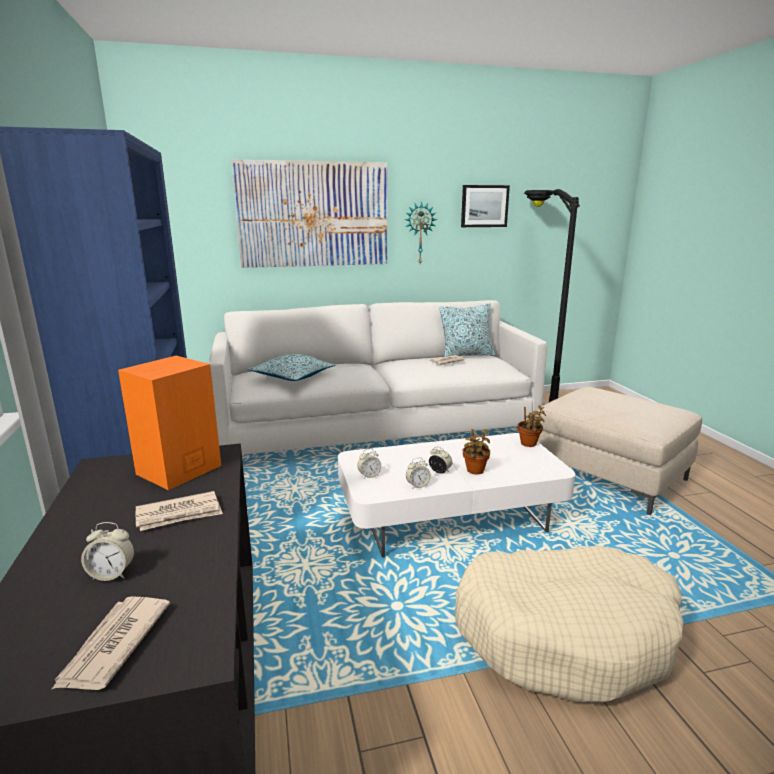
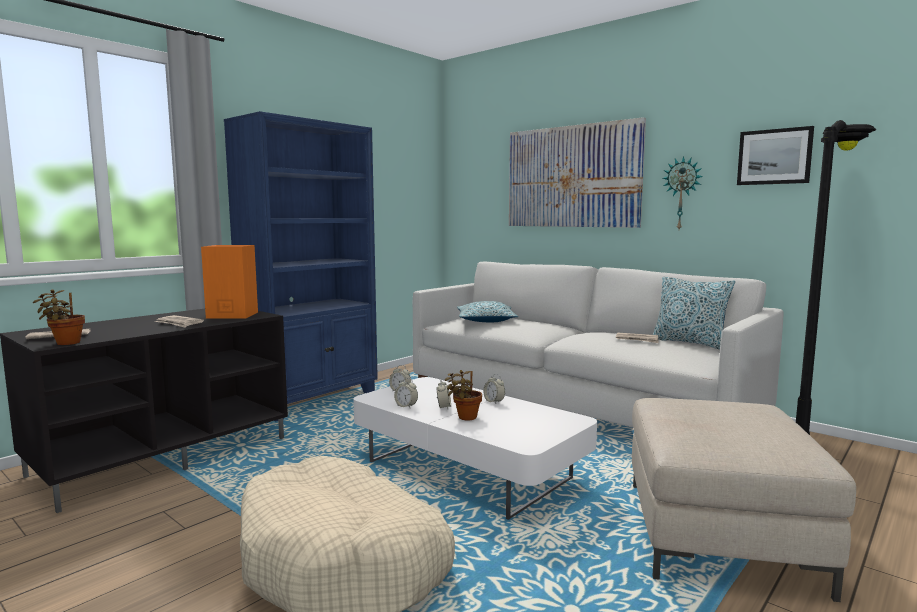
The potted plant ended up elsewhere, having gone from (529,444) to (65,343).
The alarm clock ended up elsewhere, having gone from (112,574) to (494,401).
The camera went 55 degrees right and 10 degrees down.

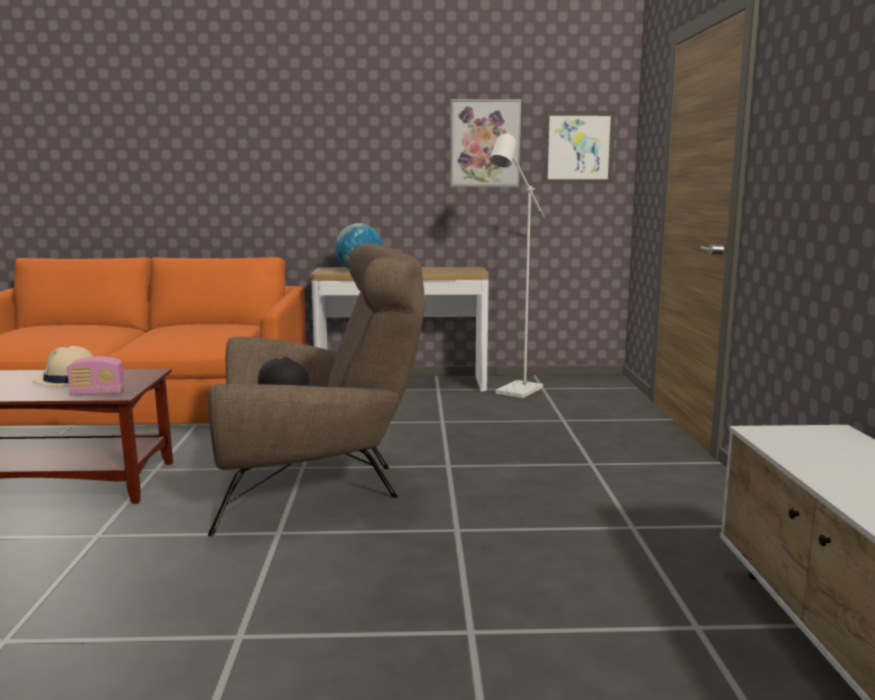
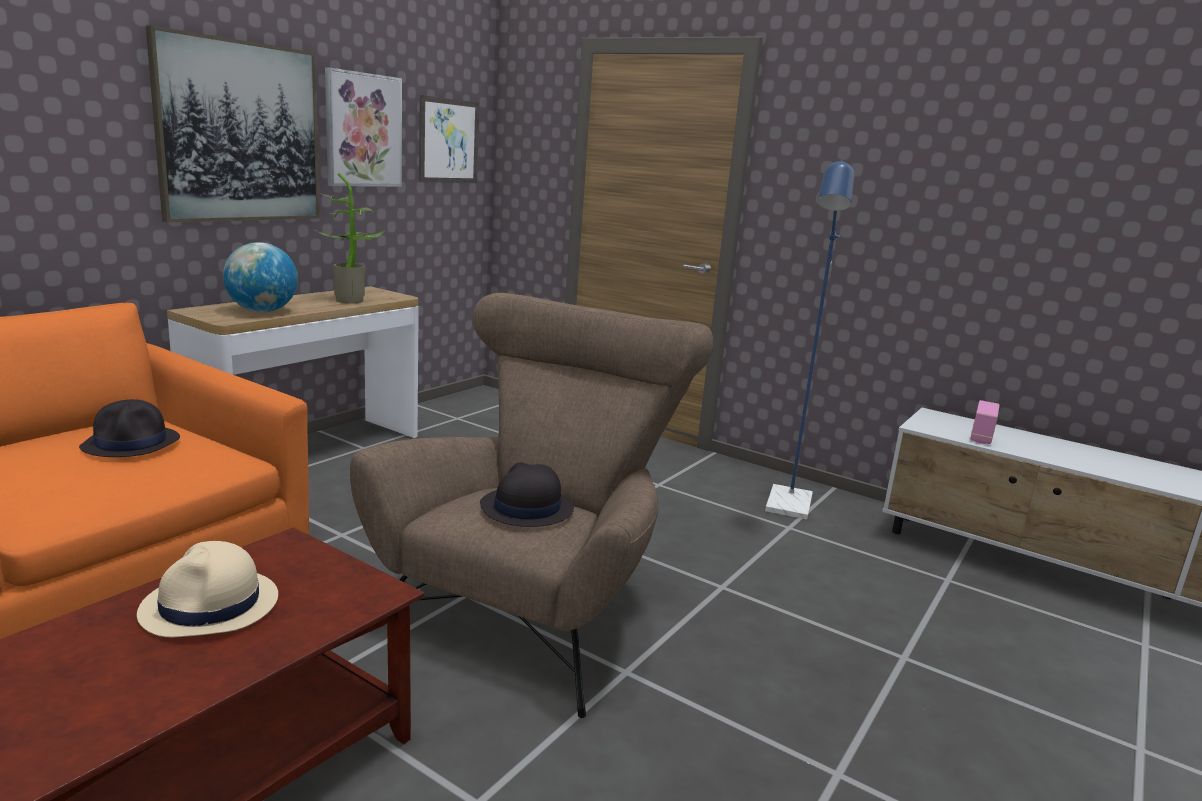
The second view lost the floor lamp/white at (515,392).
The radio ended up elsewhere, having gone from (98,394) to (981,437).
The second view gained the picture at (240,132).
The second view gained the floor lamp/blue at (788,508).
The second view gained the potted plant at (352,300).
The second view gained the hat/black at (132,443).
The camera went 55 degrees left and 5 degrees up.

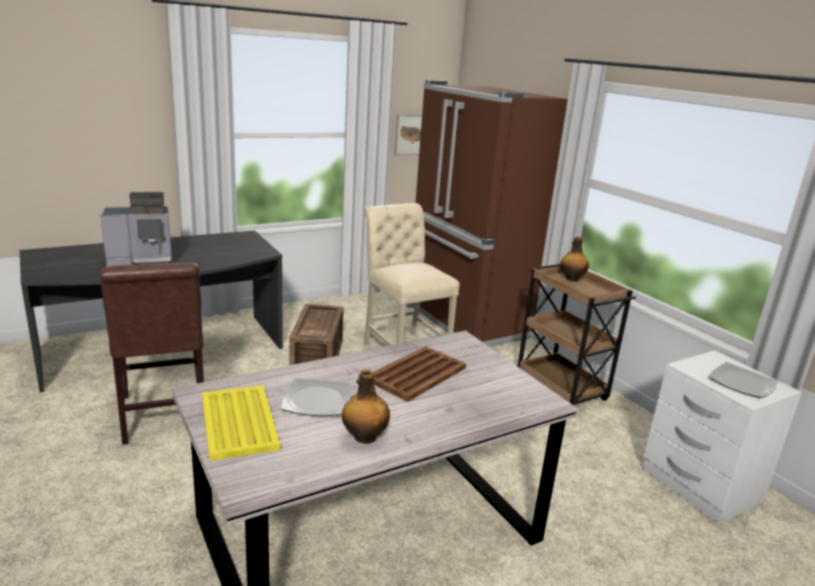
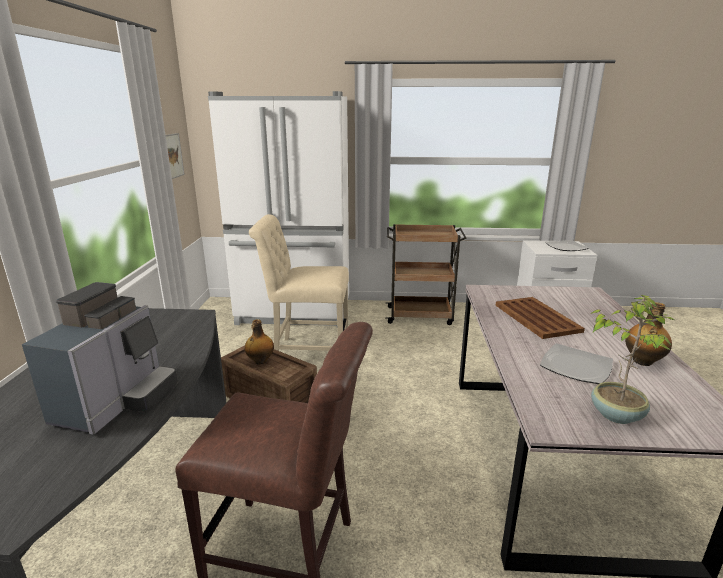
What was the fridge/brown at (464,322) turned into the fridge/white at (294,313).
The bottle ended up elsewhere, having gone from (571,279) to (260,361).
Where the tray/yellow stood at (238,423), the potted plant came to stand at (616,414).
The camera went 55 degrees left and 0 degrees up.

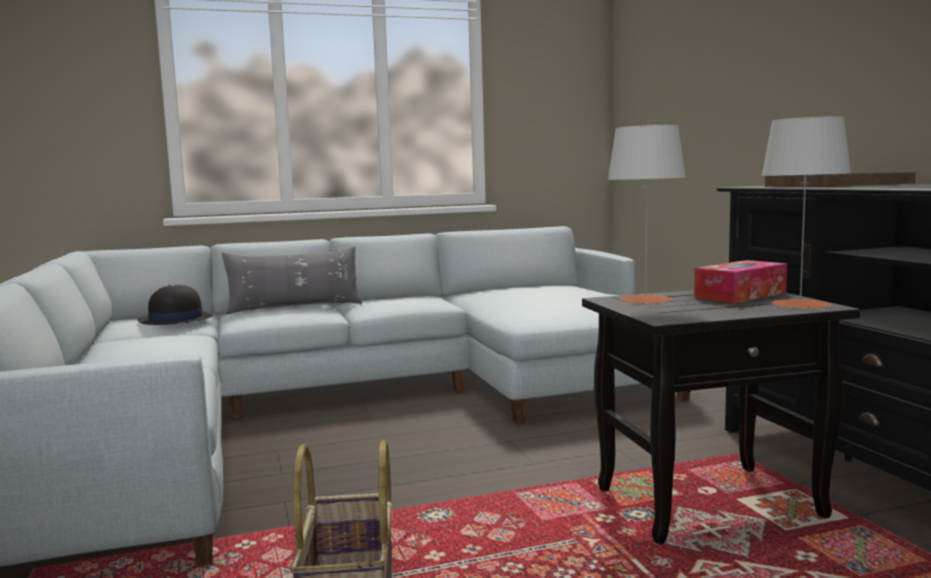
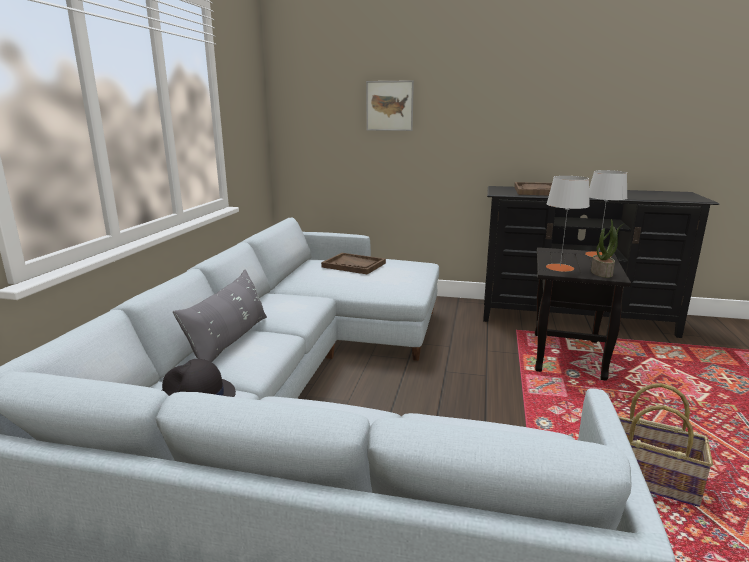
The second view lost the tissue box at (740,295).
The second view gained the picture at (389,106).
The second view gained the potted plant at (602,273).
The second view gained the tray/brown at (354,265).
The camera went 60 degrees left and 10 degrees up.

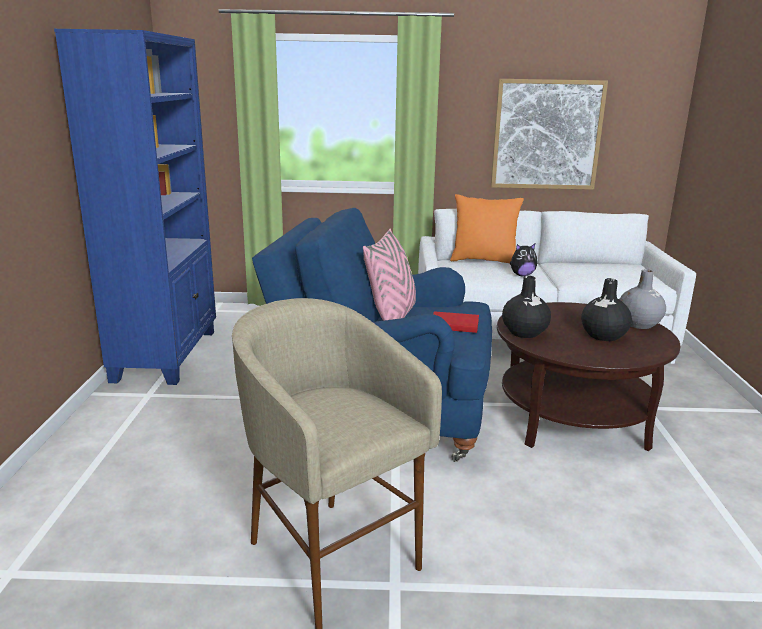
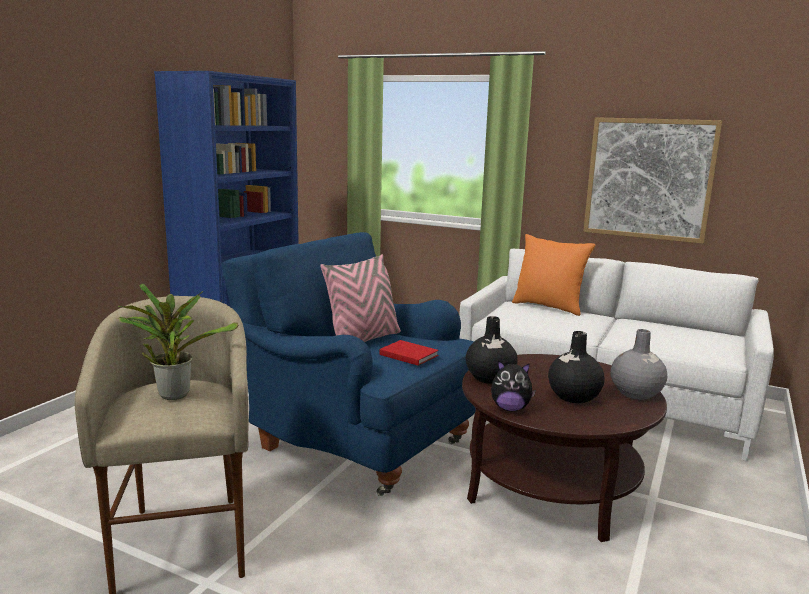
The plush toy ended up elsewhere, having gone from (522,275) to (510,408).
The second view gained the potted plant at (172,393).
The camera went 25 degrees right and 5 degrees down.

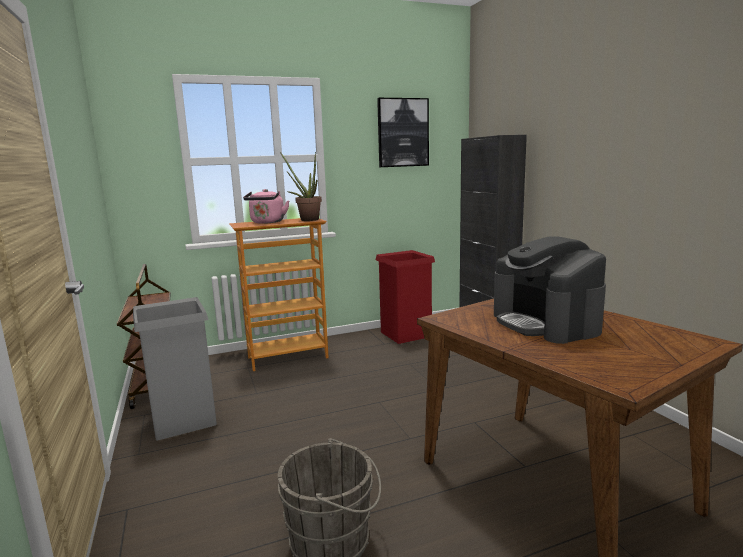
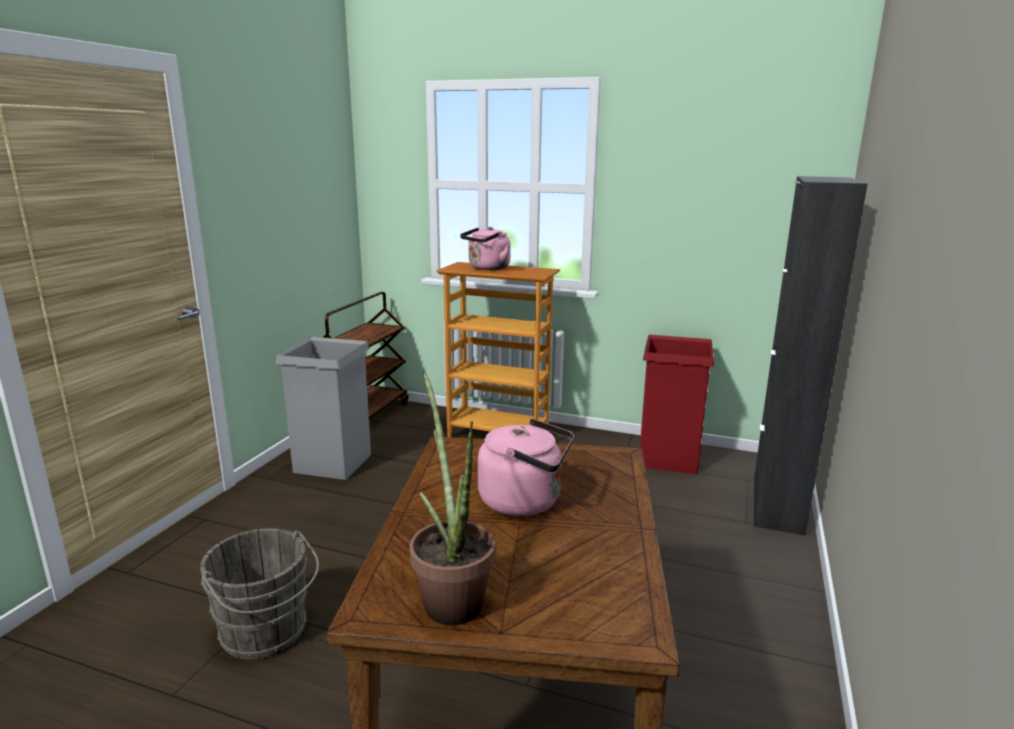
The second view lost the picture at (403,132).
The potted plant ended up elsewhere, having gone from (306,219) to (450,597).
Where the coffee machine stood at (545,323), the kettle/pink came to stand at (525,501).
The camera went 40 degrees right and 5 degrees up.

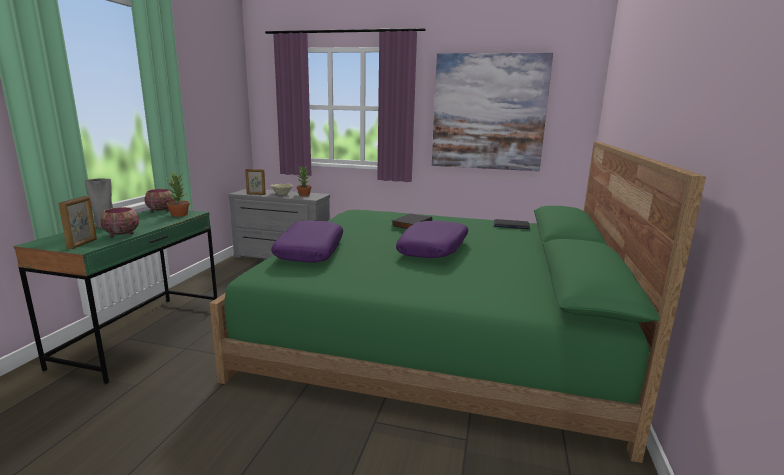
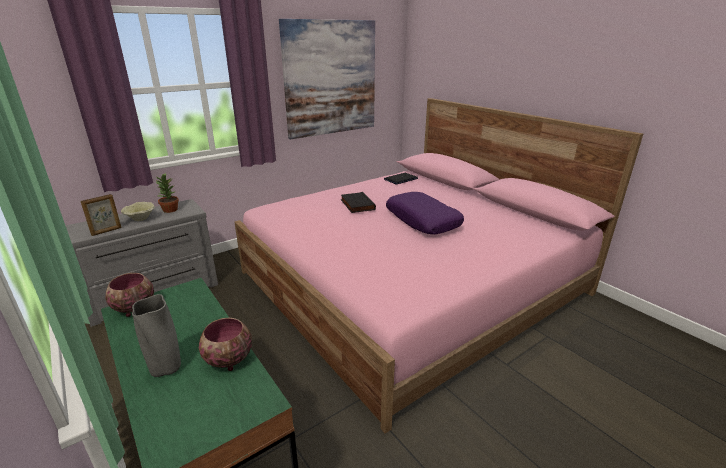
What was the bed/green at (437,328) turned into the bed/pink at (411,282).
The second view lost the potted plant at (179,214).
The second view lost the picture frame at (83,244).
The second view lost the pillow/purple at (310,251).
The camera went 50 degrees left and 10 degrees up.

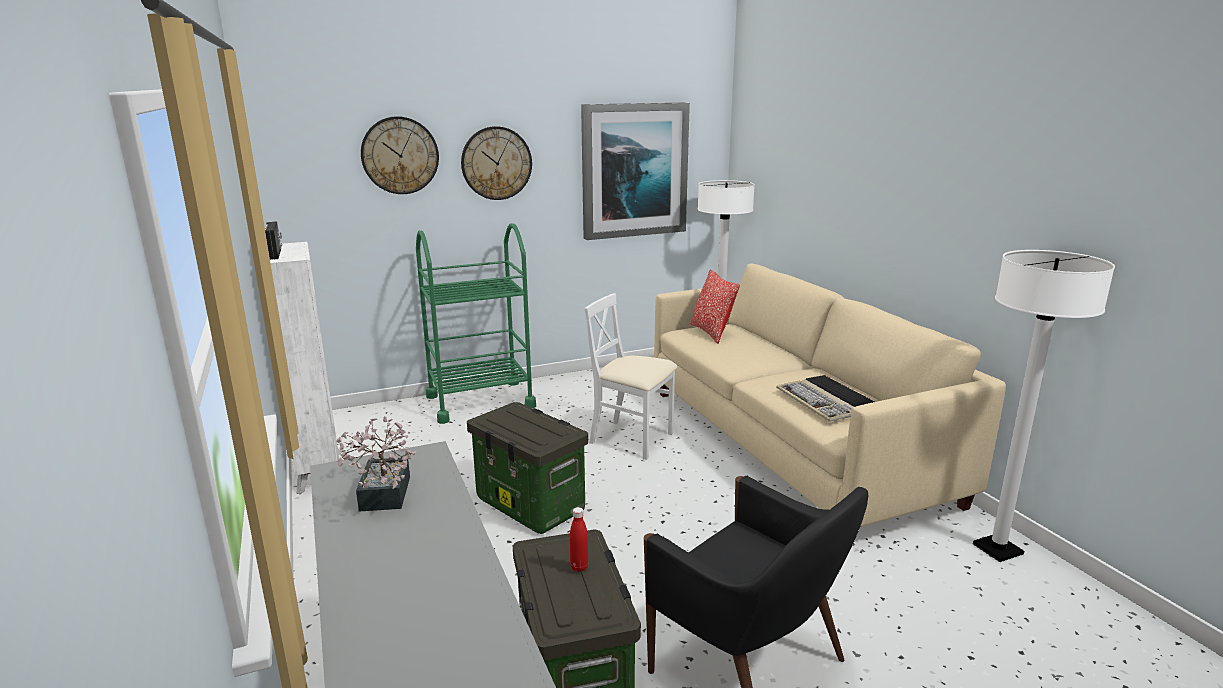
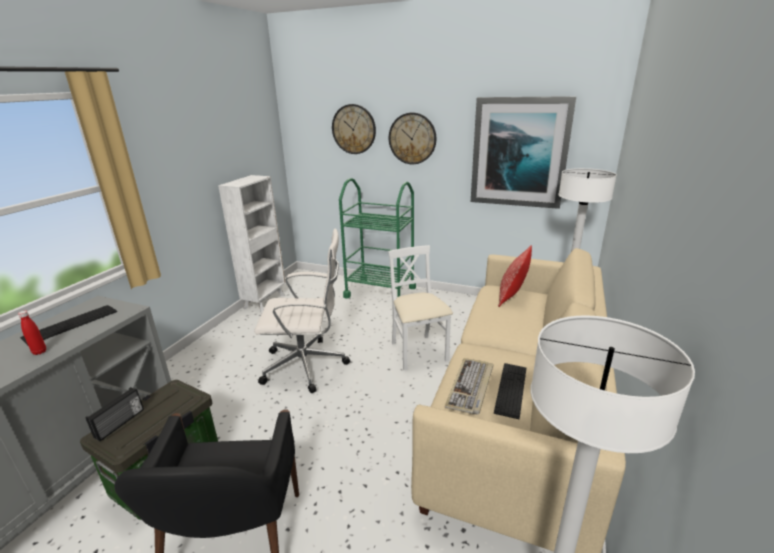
The radio ended up elsewhere, having gone from (275,254) to (120,423).
Where the storage box stood at (532,505), the office chair/white came to stand at (307,365).
Where the potted plant stood at (383,498), the keyboard came to stand at (71,324).
The bottle/red ended up elsewhere, having gone from (579,567) to (39,352).
The camera went 45 degrees right and 5 degrees up.

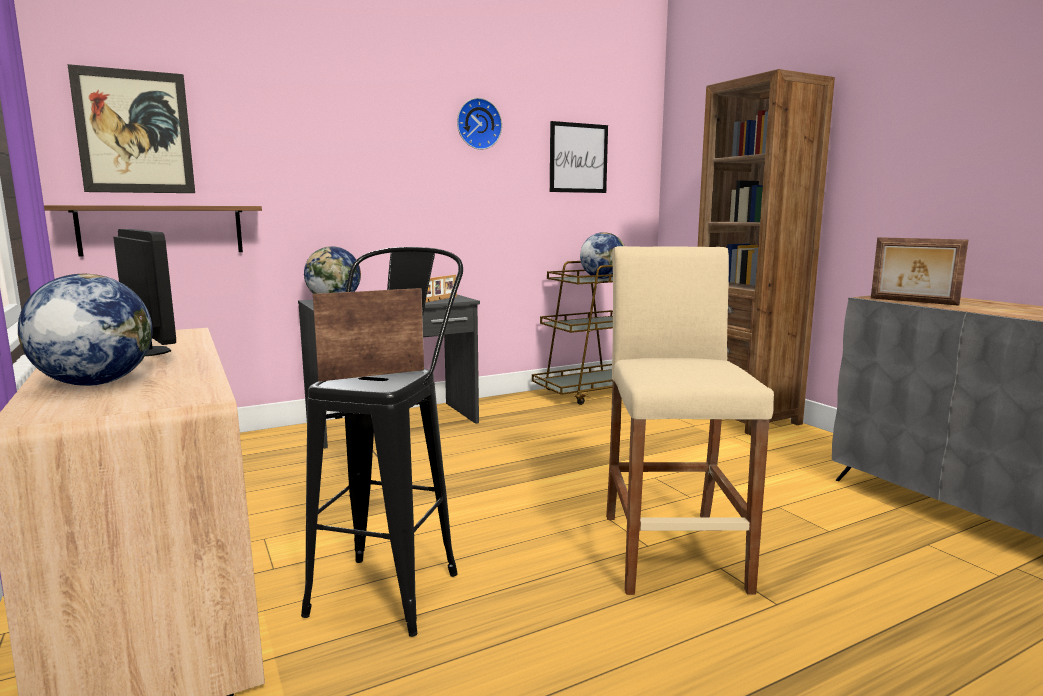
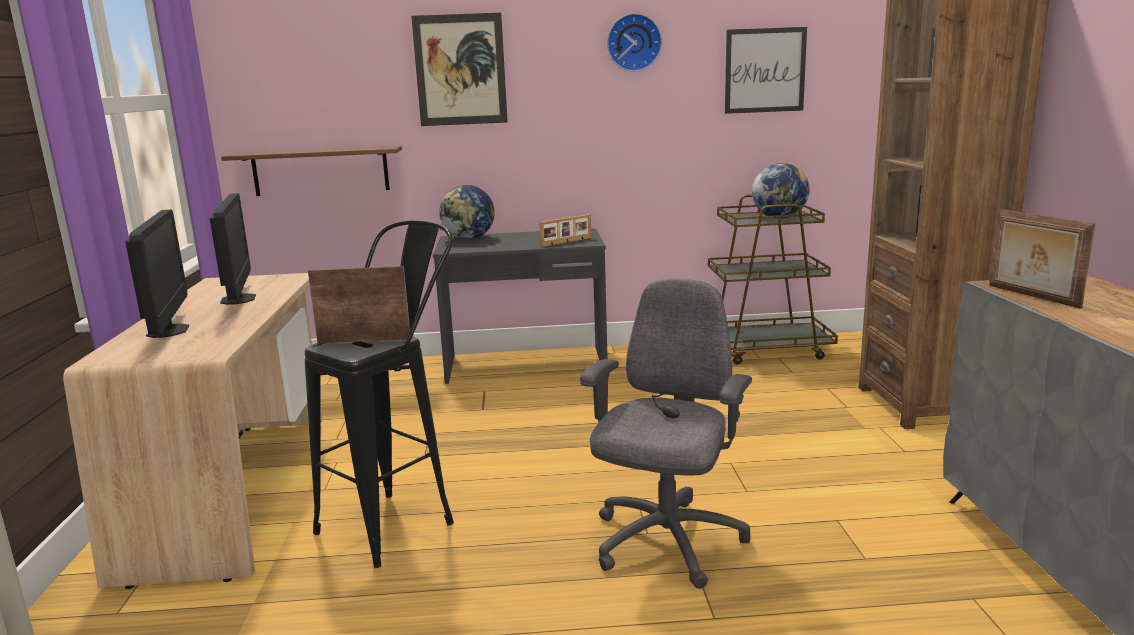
The picture ended up elsewhere, having gone from (134,132) to (460,70).
Where the stool/beige stood at (672,550), the office chair/grey came to stand at (666,543).
Where the globe stood at (94,383), the monitor came to stand at (168,331).
The camera went 25 degrees right and 5 degrees up.

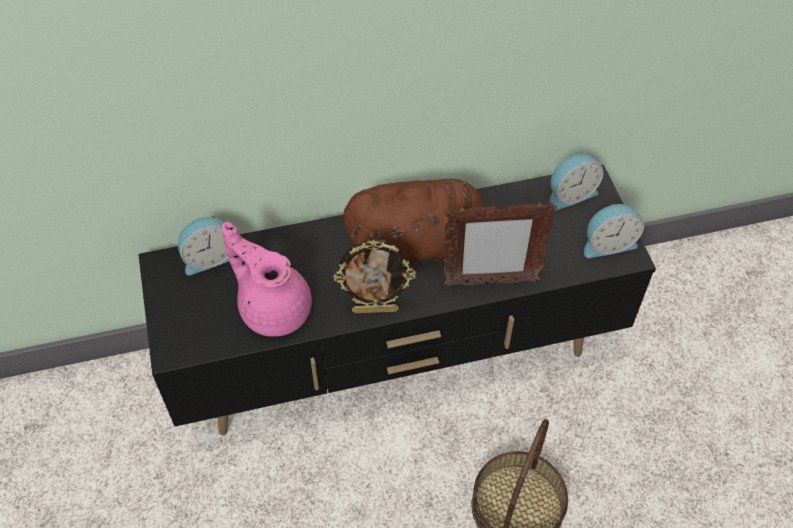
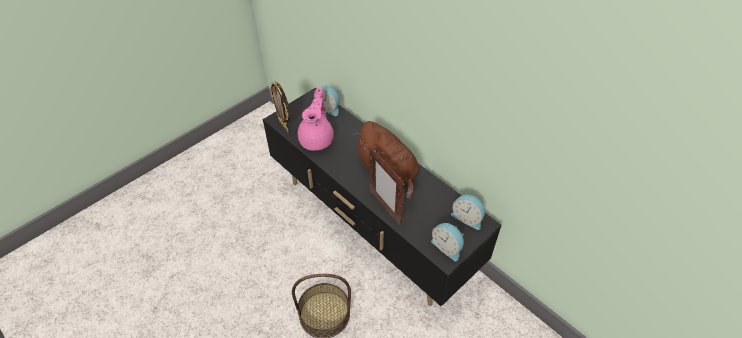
The picture frame ended up elsewhere, having gone from (375,309) to (284,125).
The camera went 60 degrees right and 5 degrees down.

